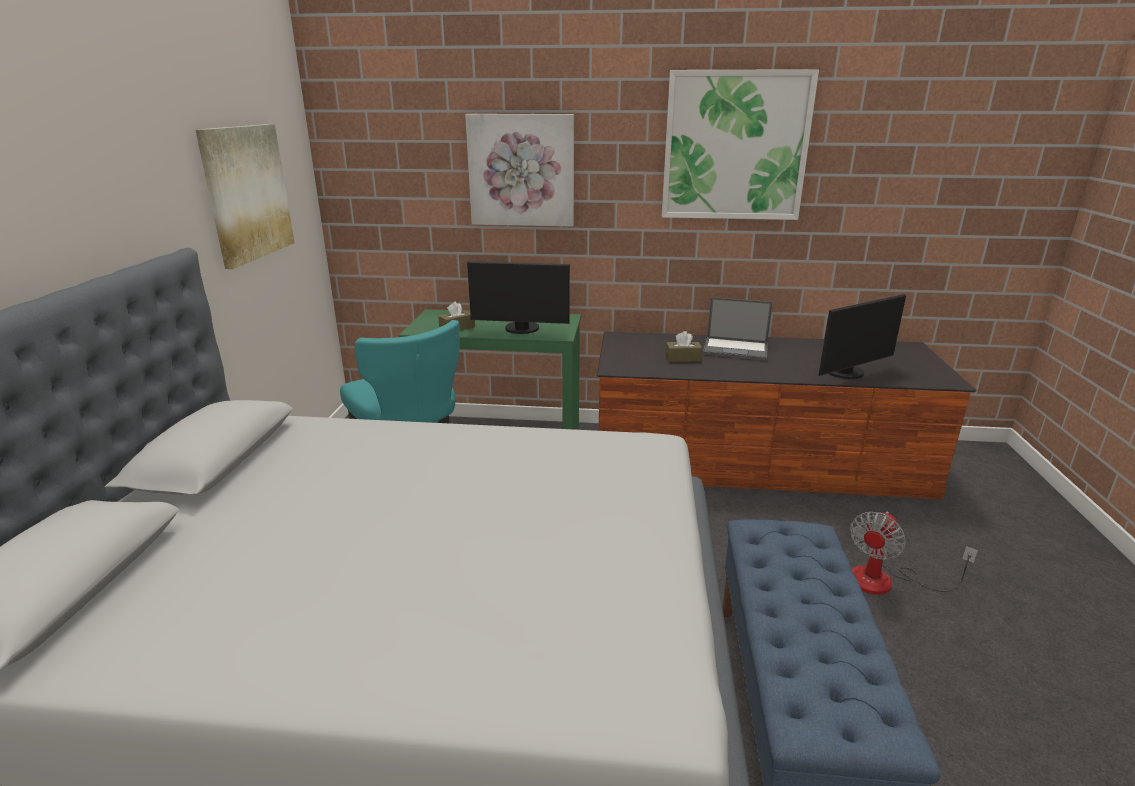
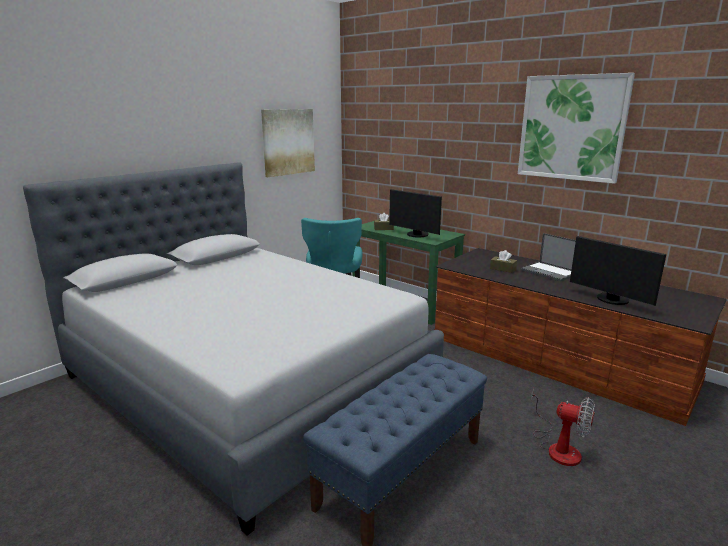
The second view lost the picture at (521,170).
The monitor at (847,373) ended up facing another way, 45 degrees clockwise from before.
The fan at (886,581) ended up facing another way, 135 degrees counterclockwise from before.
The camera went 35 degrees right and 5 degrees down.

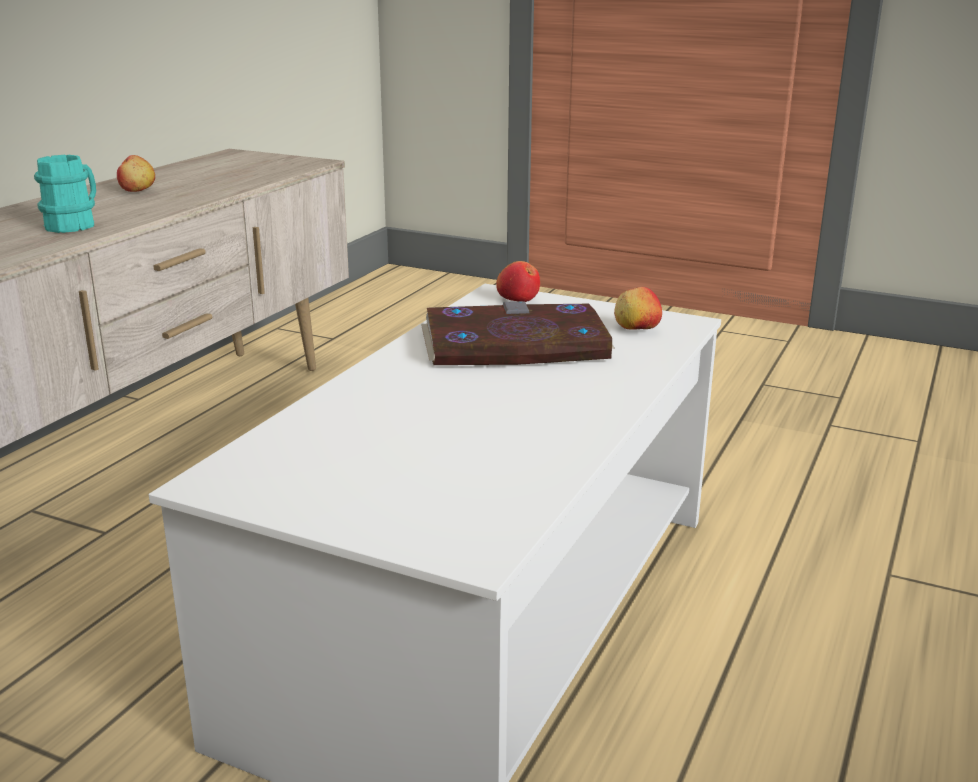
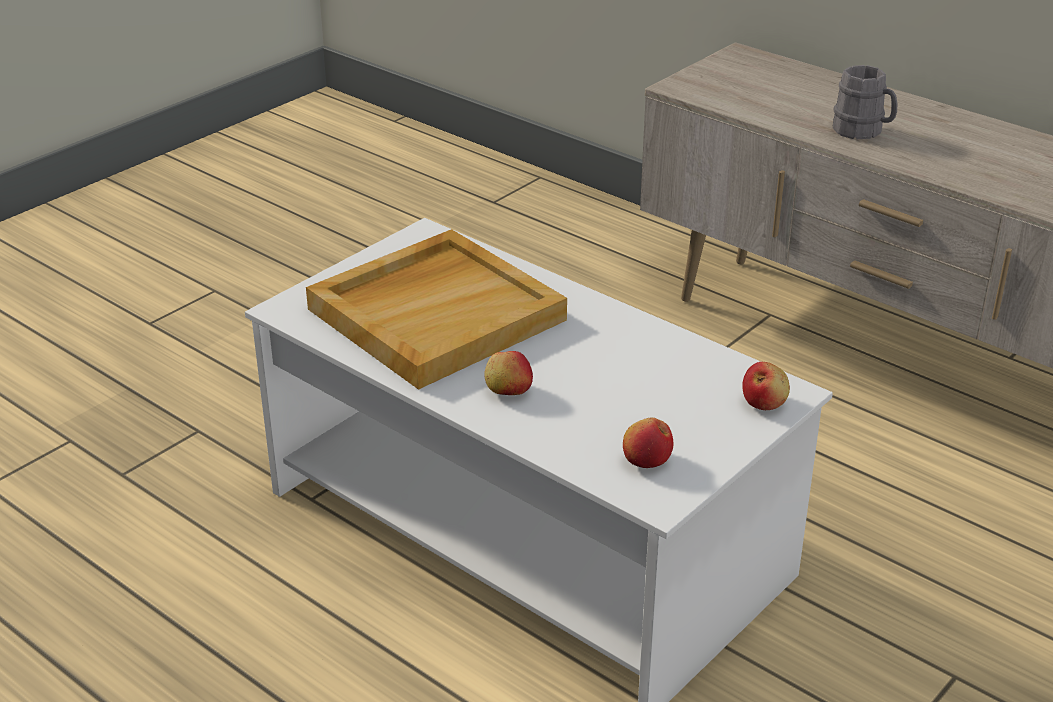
What was the mug/turquoise at (75,224) turned into the mug/grey at (863,132).
The apple ended up elsewhere, having gone from (138,190) to (508,391).
The second view lost the book at (514,345).
The second view gained the tray/beige at (436,313).
The camera went 105 degrees right and 10 degrees up.

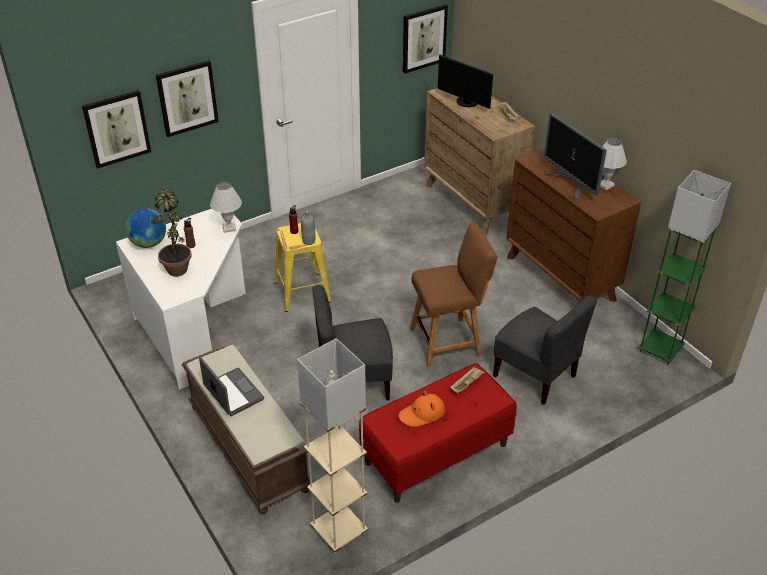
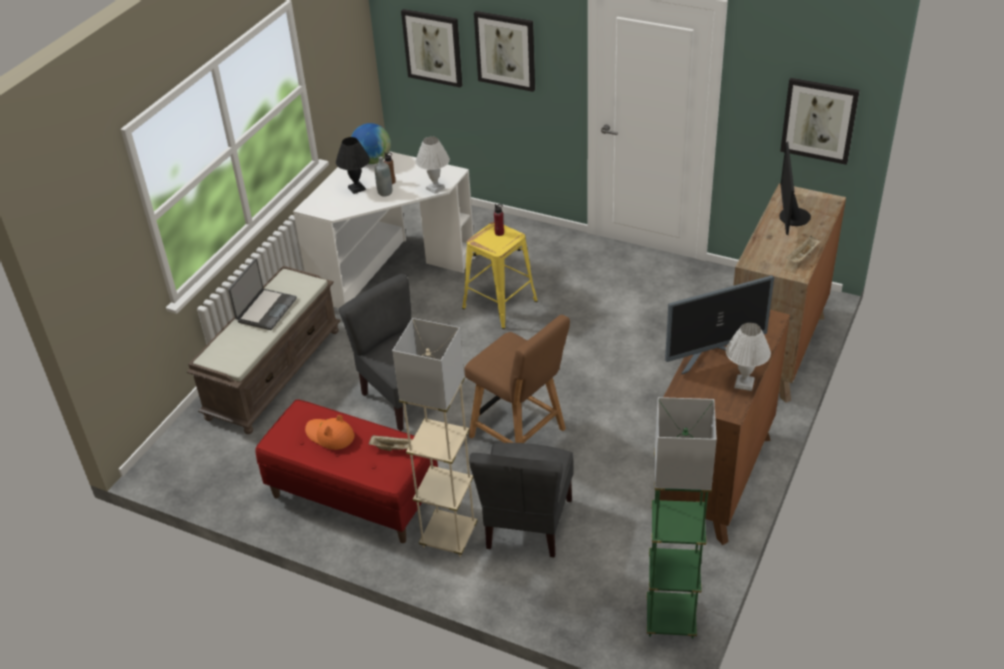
The monitor at (571,184) ended up facing another way, 135 degrees counterclockwise from before.
Where the potted plant stood at (177,265), the table lamp/black came to stand at (357,188).
The bottle/grey ended up elsewhere, having gone from (308,241) to (385,192).
The floor lamp/beige ended up elsewhere, having gone from (339,531) to (448,536).
The camera went 60 degrees right and 0 degrees up.

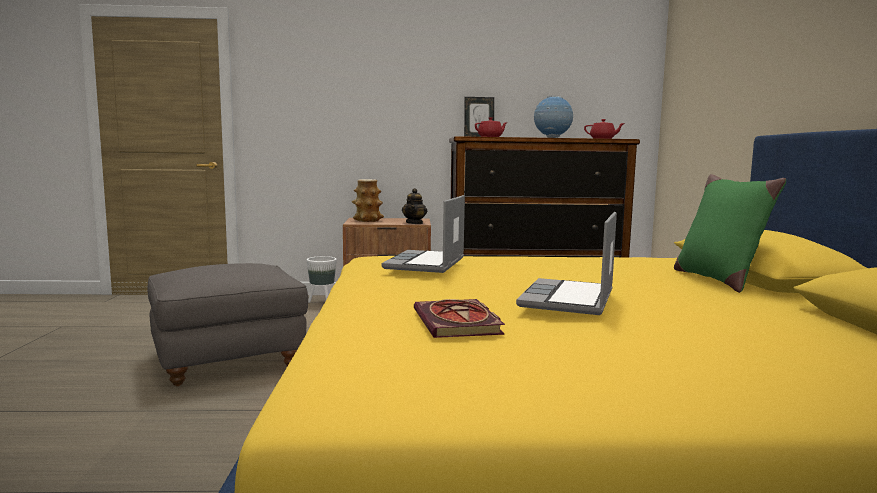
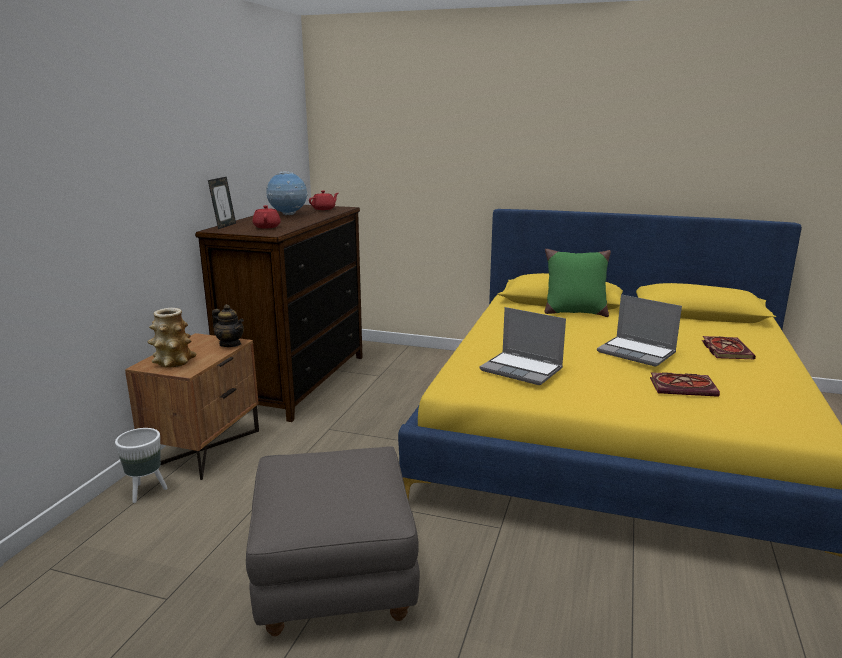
The second view gained the book at (725,349).
The camera went 70 degrees left and 10 degrees up.

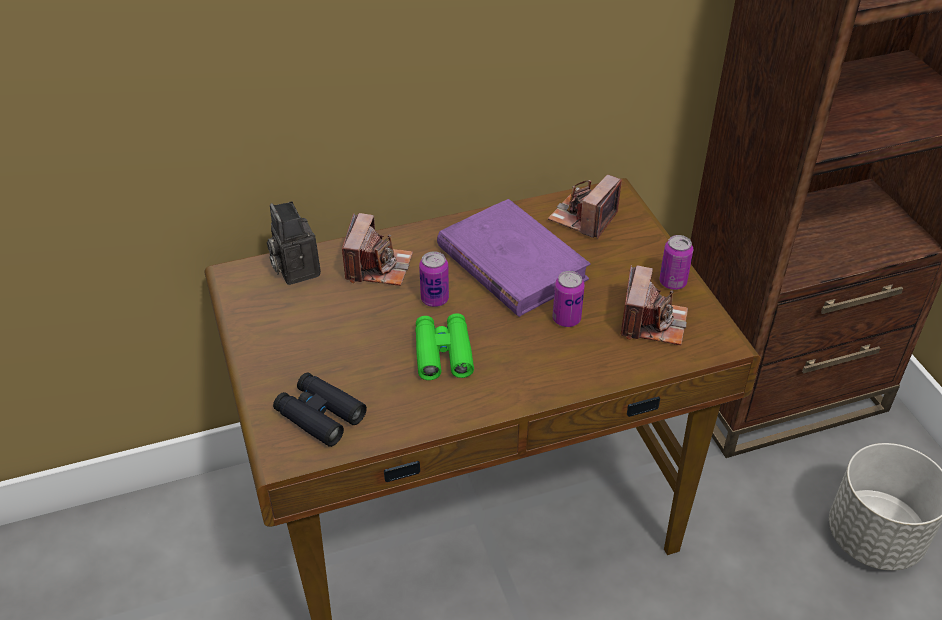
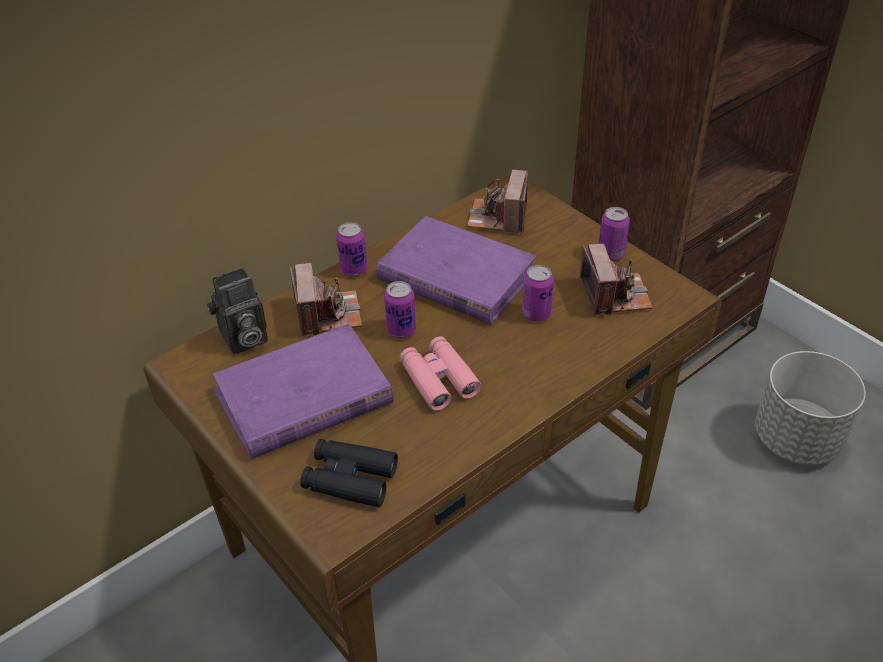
The photo camera at (295,269) ended up facing another way, 75 degrees counterclockwise from before.
What was the binoculars/green at (443,353) turned into the binoculars/pink at (439,379).
The second view gained the can at (354,270).
The second view gained the book/purple at (303,397).
The camera went 20 degrees left and 0 degrees up.

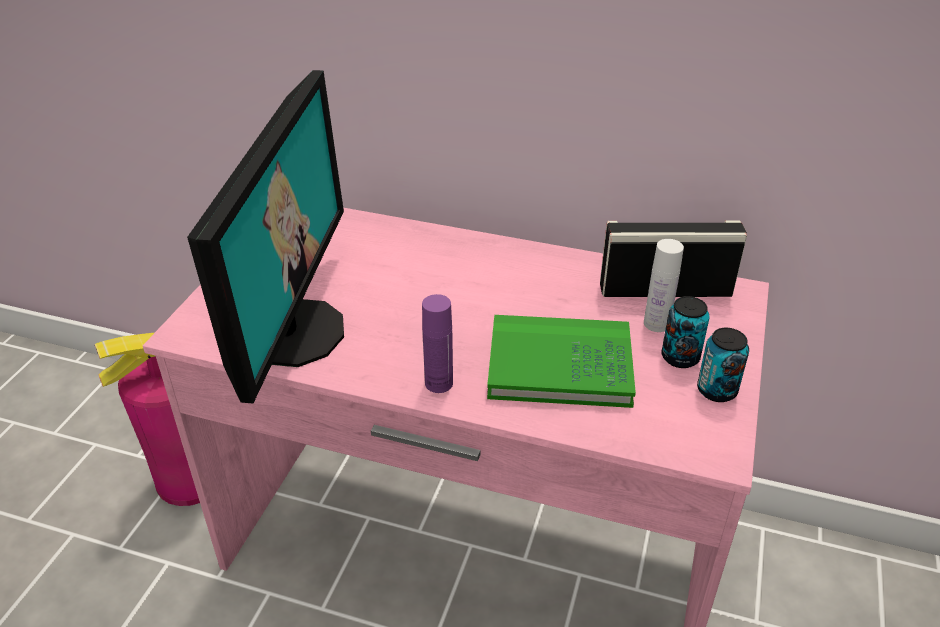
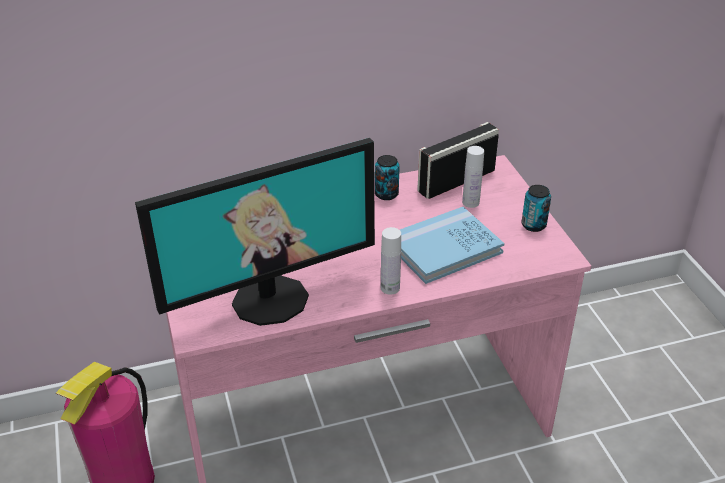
The monitor at (295,332) ended up facing another way, 90 degrees clockwise from before.
What was the bottle/purple at (439,383) turned into the bottle/white at (390,288).
The can ended up elsewhere, having gone from (680,357) to (386,194).
What was the book/green at (559,366) turned into the book/blue at (444,248).
The camera went 35 degrees left and 0 degrees up.

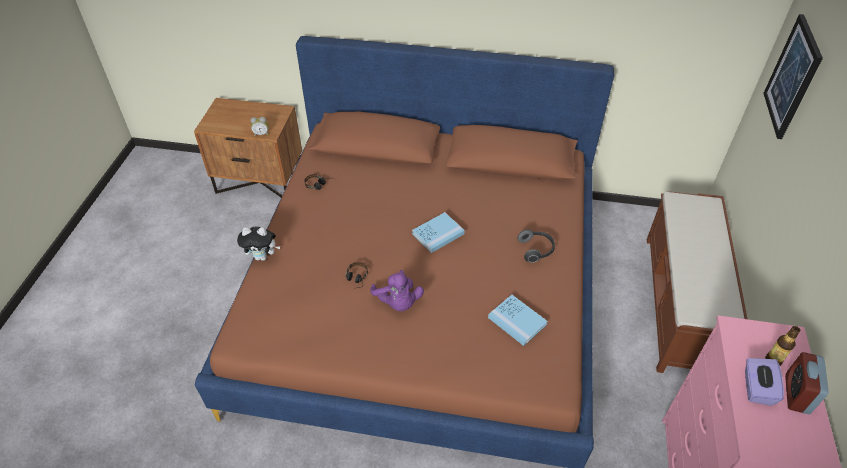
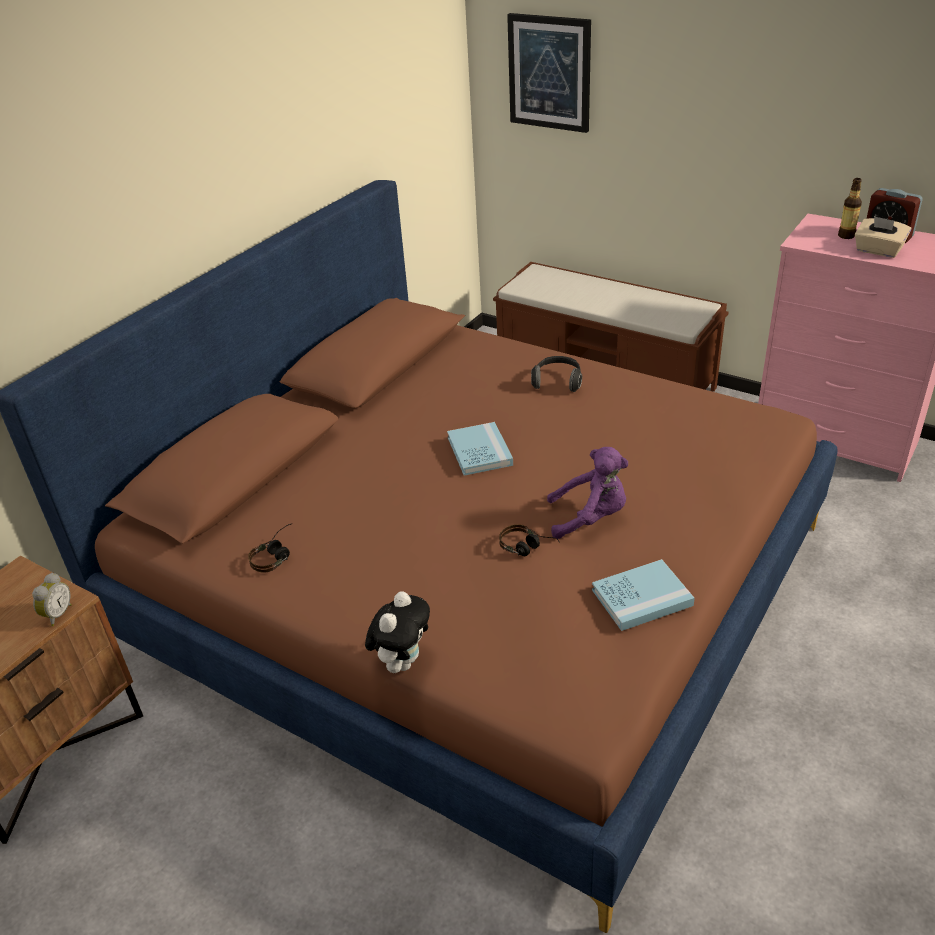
The book/blue ended up elsewhere, having gone from (517,321) to (642,598).
What was the tissue box/purple at (756,388) turned into the tissue box/beige at (878,251).
The camera went 65 degrees left and 10 degrees down.

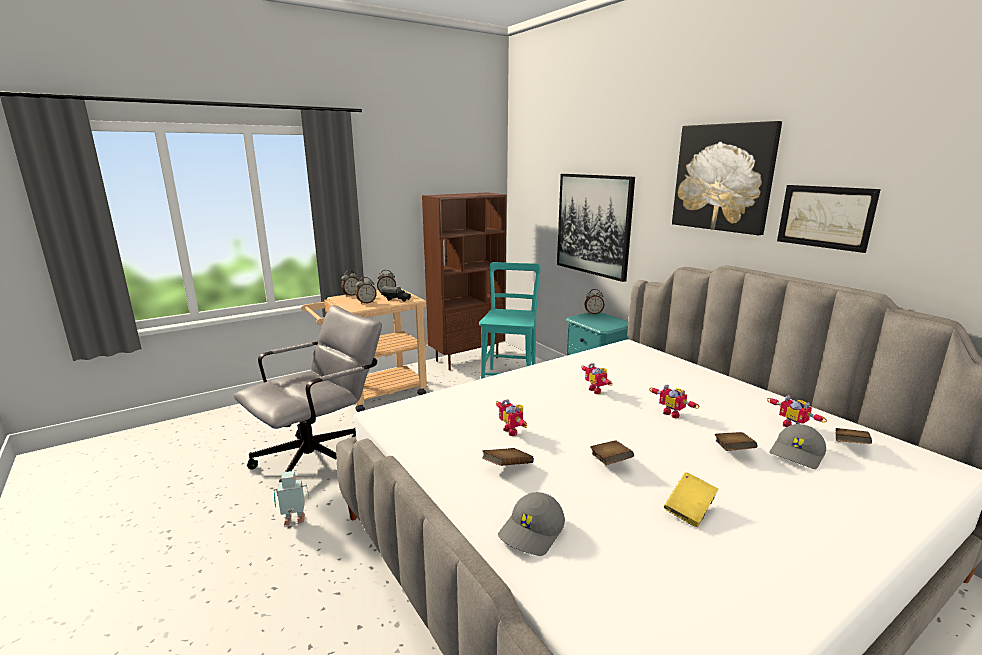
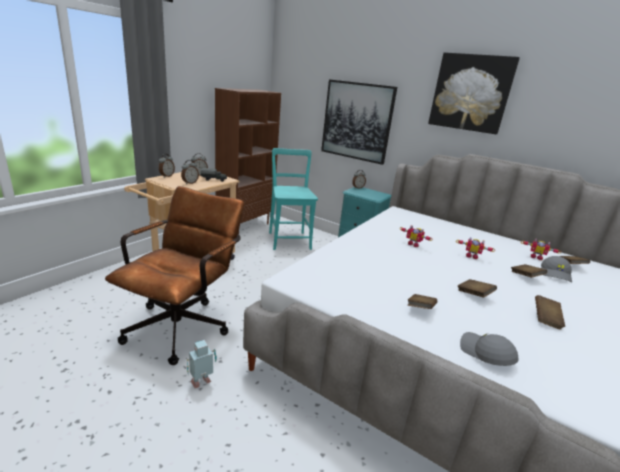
The second view lost the picture at (825,217).
What was the office chair/grey at (320,459) turned into the office chair/brown at (183,324).
The second view lost the toy robot at (513,431).
What was the book/yellow at (689,510) turned into the book/brown at (546,319).
The cap/grey at (532,532) ended up facing another way, 135 degrees clockwise from before.
The camera went 25 degrees left and 5 degrees up.

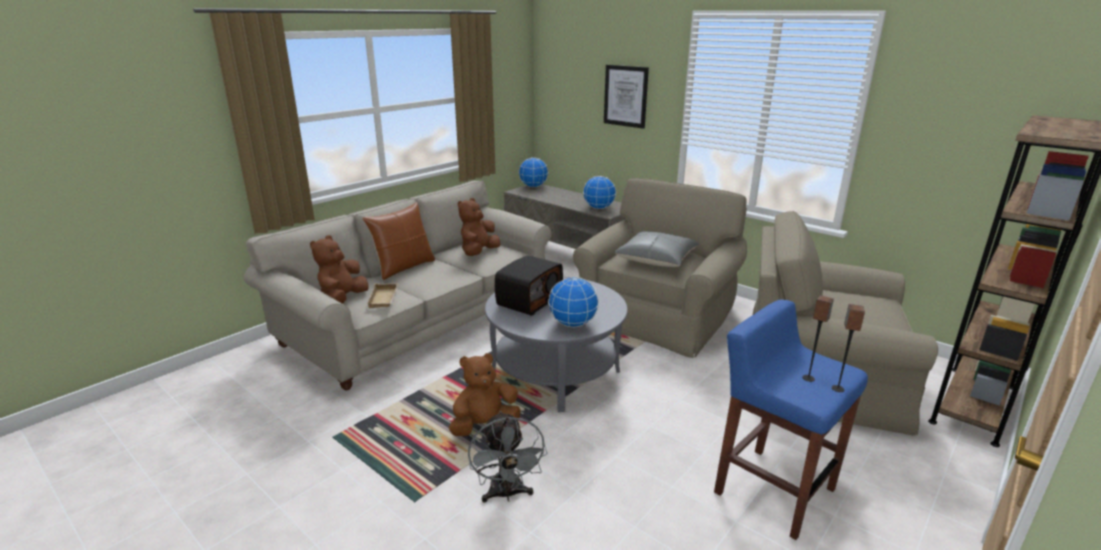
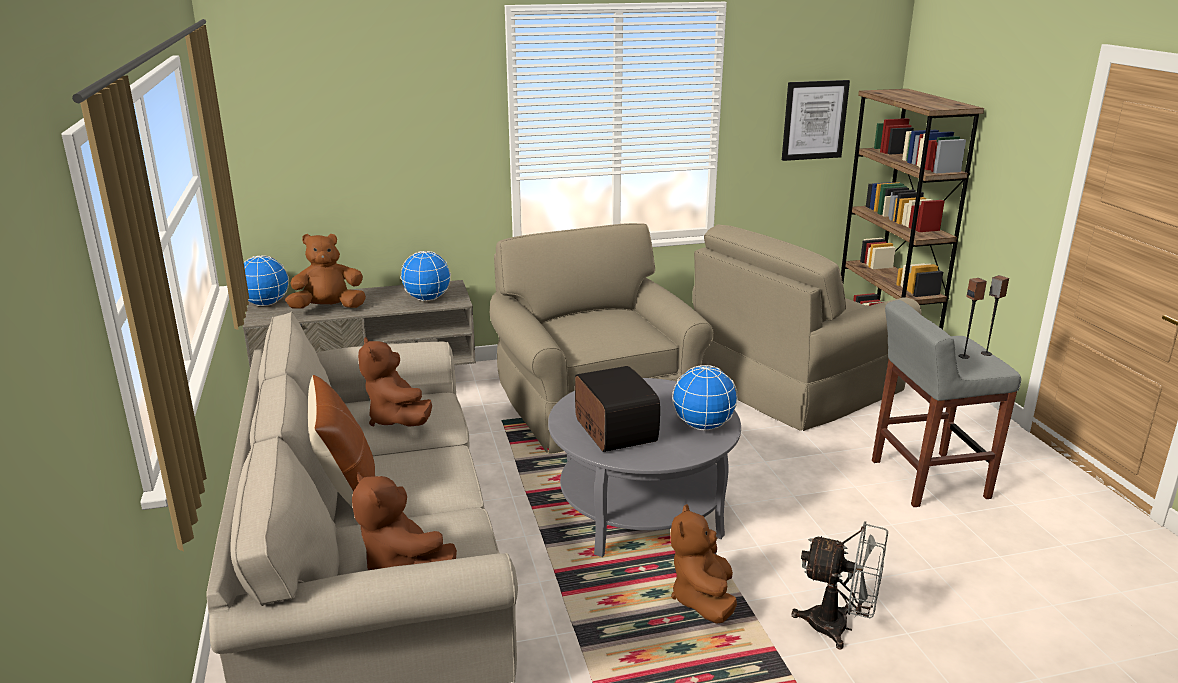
The picture ended up elsewhere, having gone from (625,96) to (814,120).
The second view lost the pillow/grey at (656,259).
The second view lost the tray/beige at (384,299).
What was the stool/blue at (772,490) turned into the stool/grey at (927,479).
The second view gained the plush toy/brown at (328,308).
The camera went 55 degrees left and 0 degrees up.

